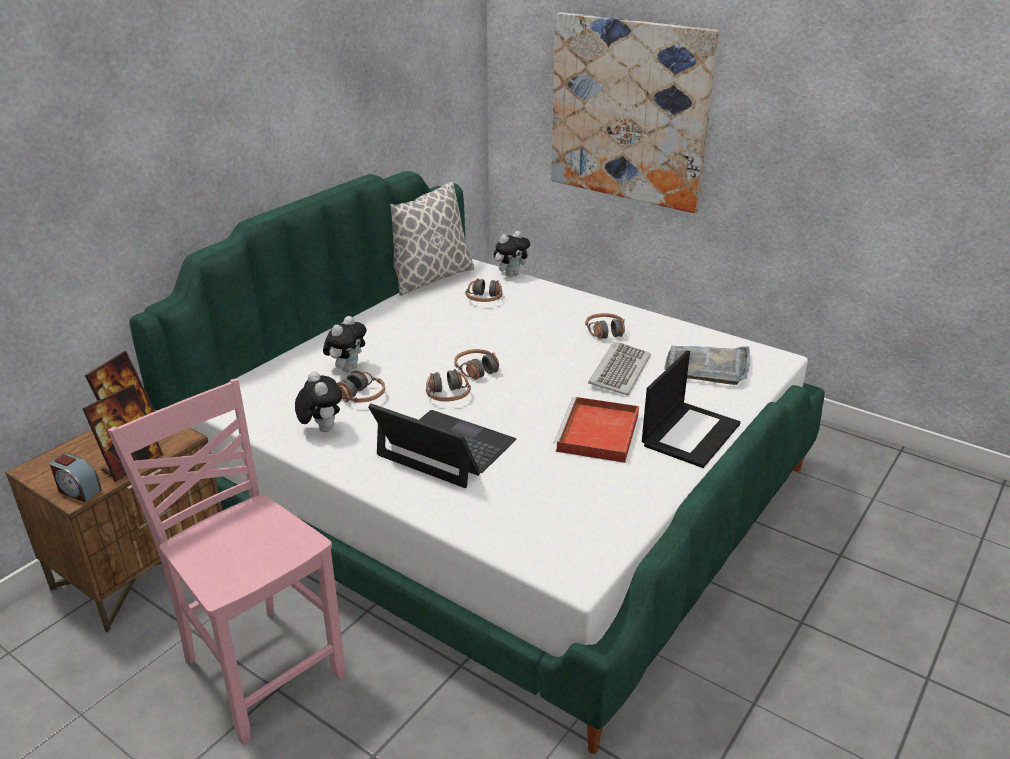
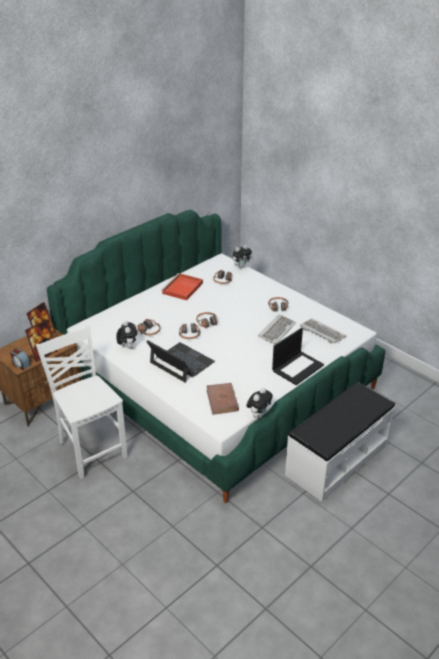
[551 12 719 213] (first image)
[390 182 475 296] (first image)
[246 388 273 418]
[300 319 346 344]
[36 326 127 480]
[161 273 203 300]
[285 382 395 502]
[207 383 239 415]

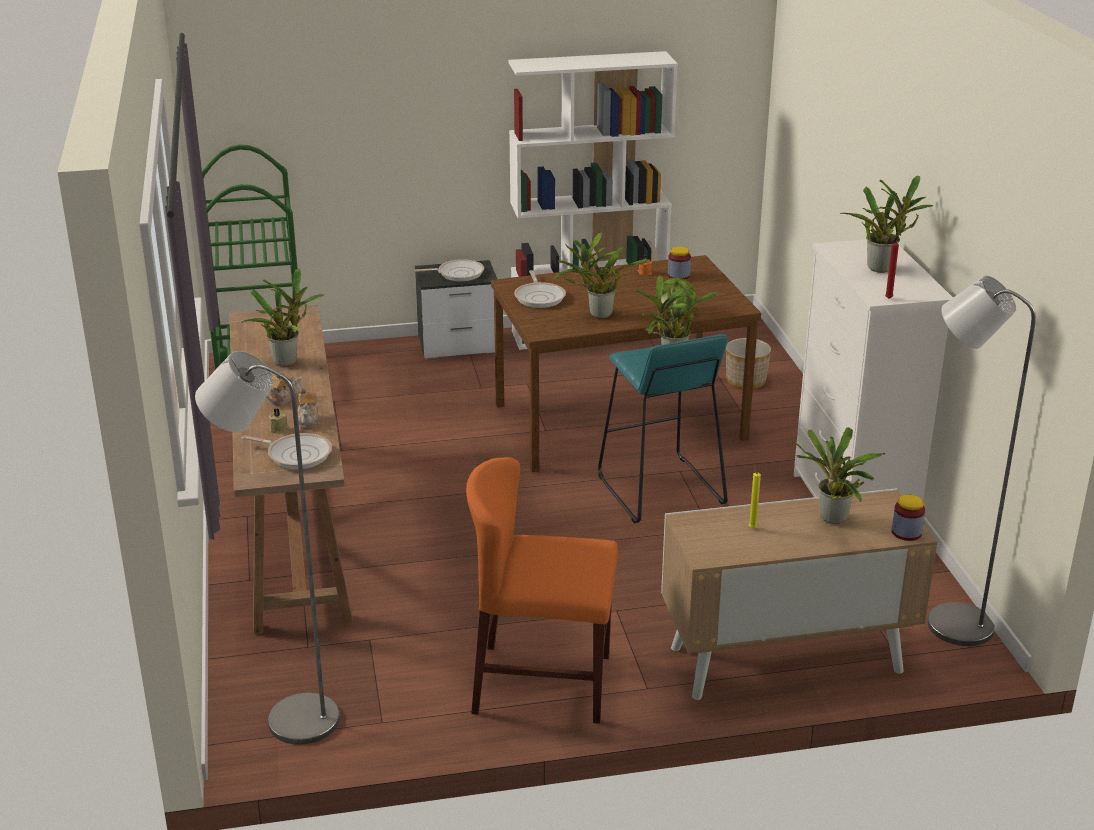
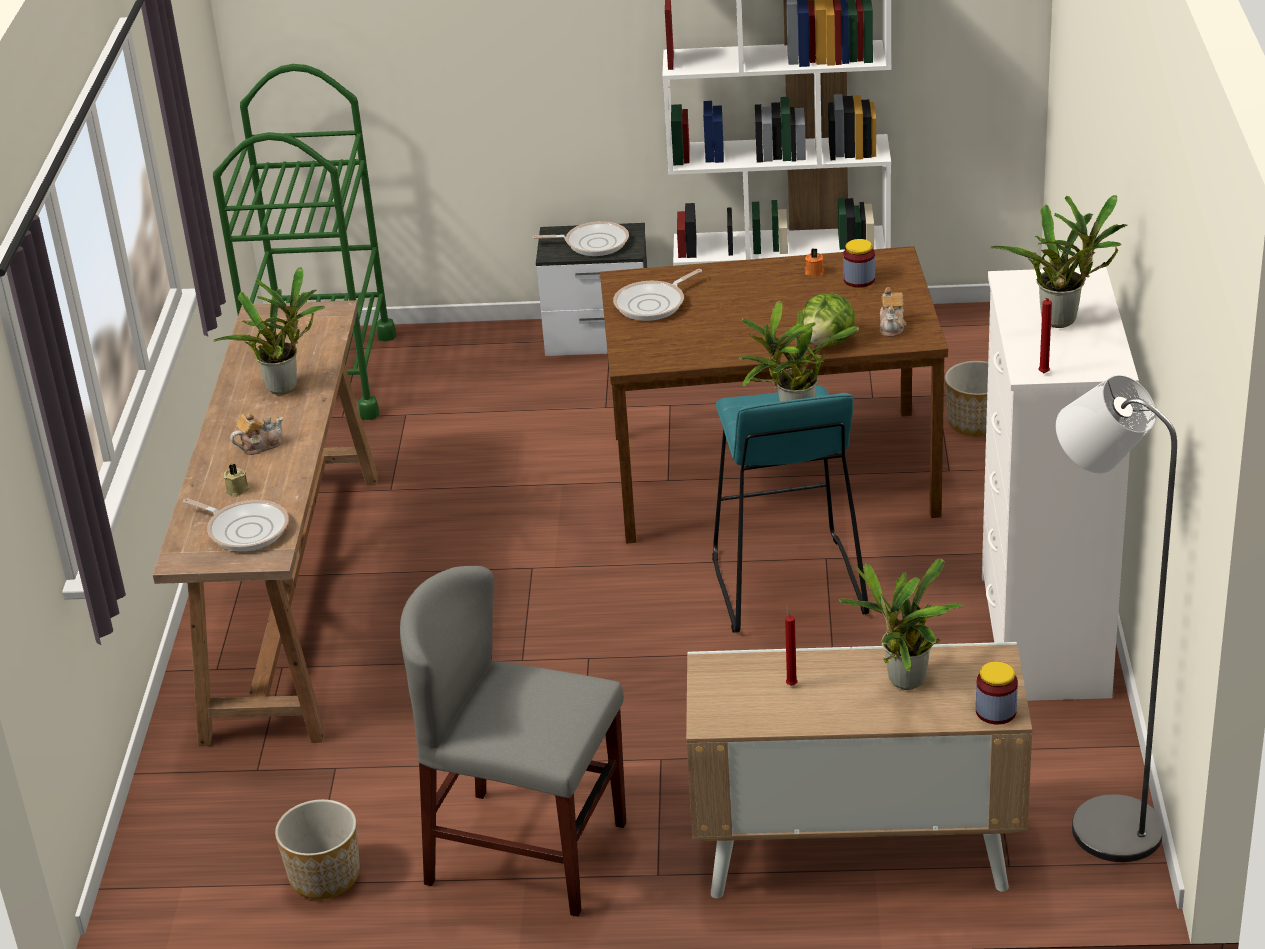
[553 233 649 319] (first image)
[613 269 702 321]
[195 351 340 745] (first image)
[880 287 906 337]
[400 566 626 917]
[785 605 798 686]
[275 799 360 899]

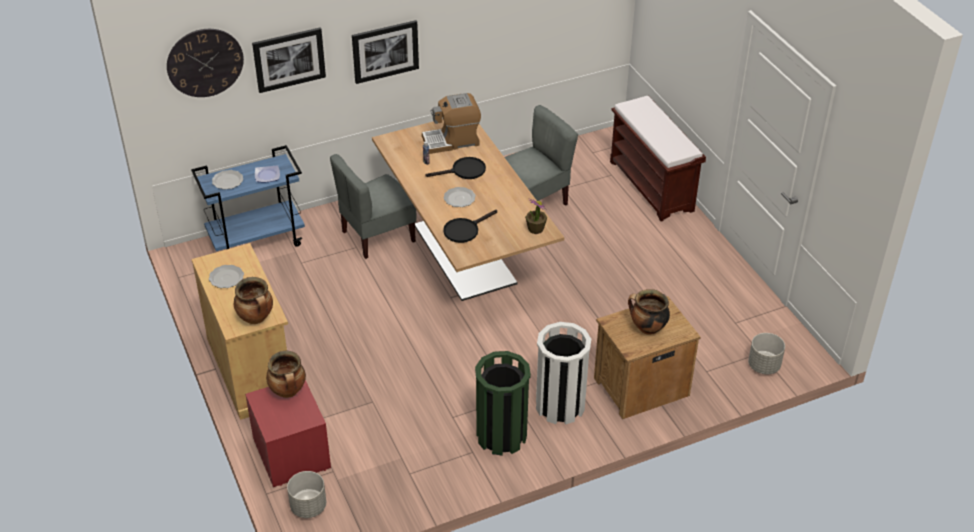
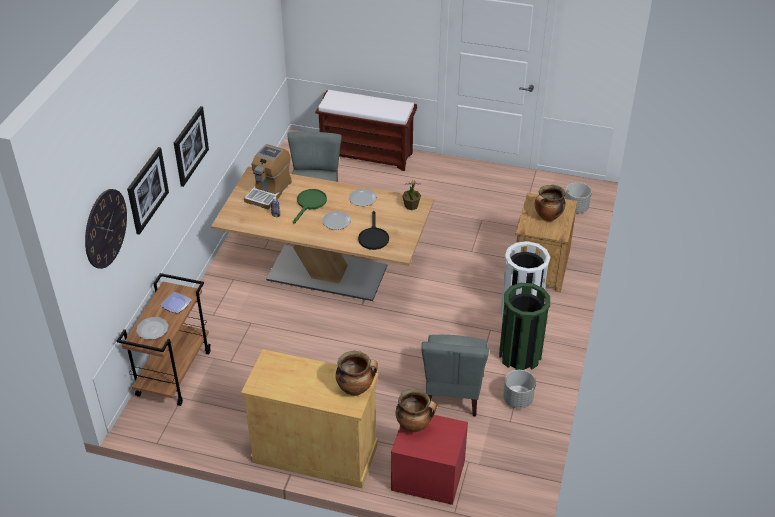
[117 273 211 406]
[421 335 489 417]
[292 189 327 224]
[349 189 377 206]
[503 370 536 409]

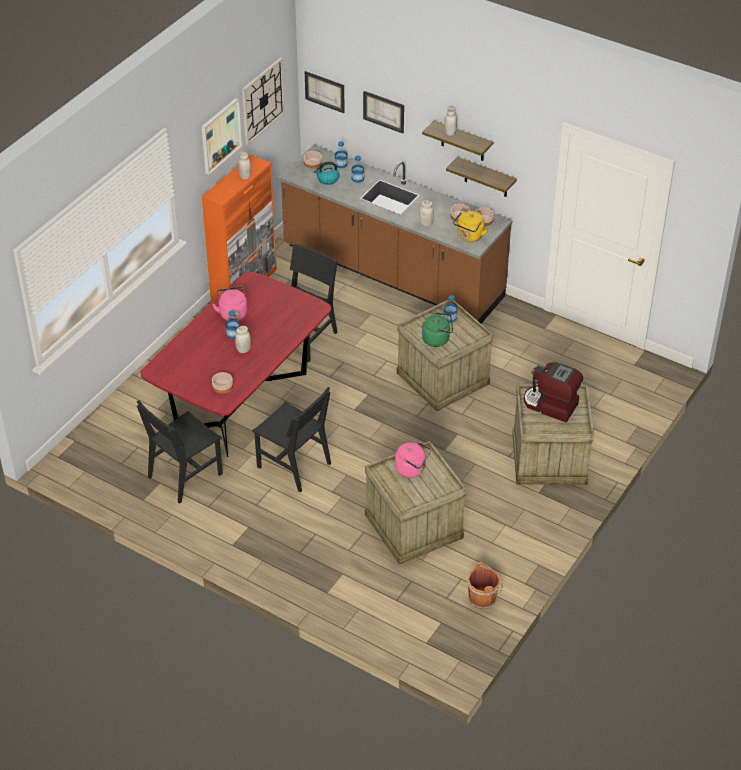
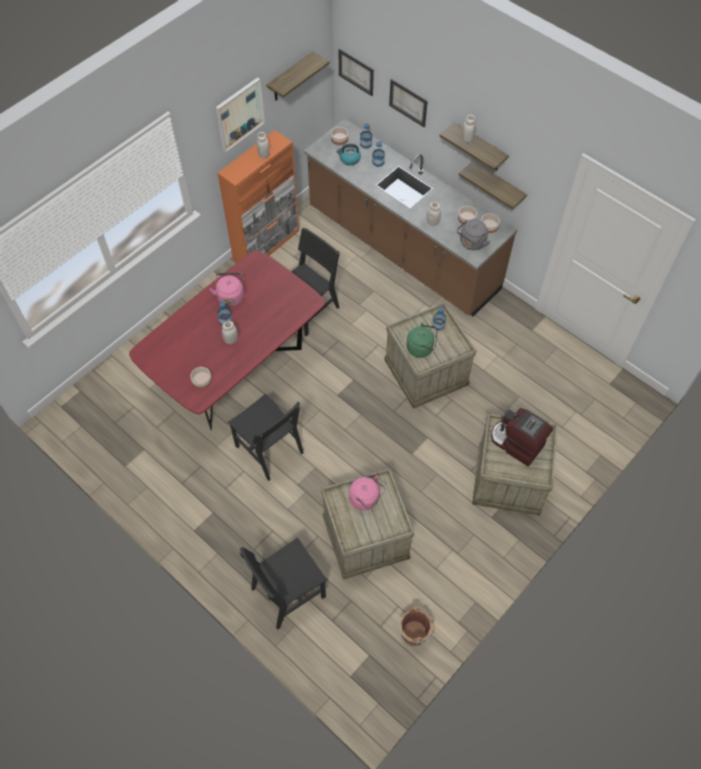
[267 51 330 100]
[457 219 490 250]
[239 537 327 629]

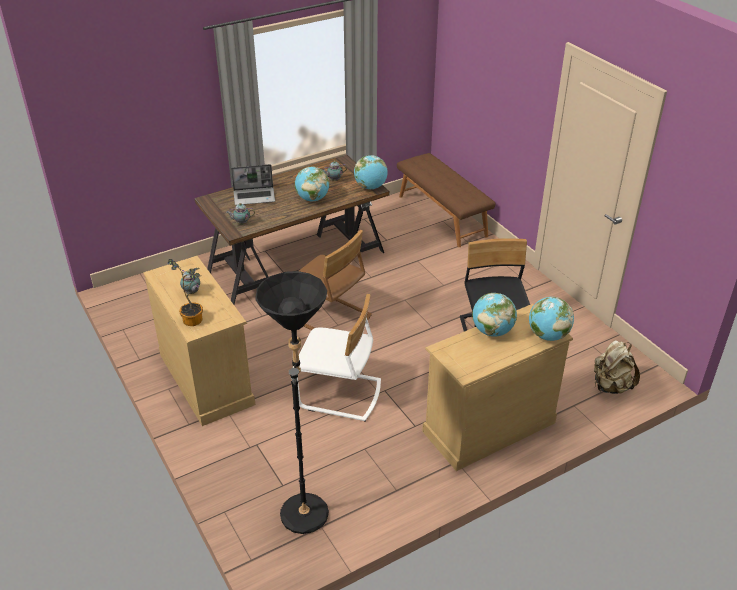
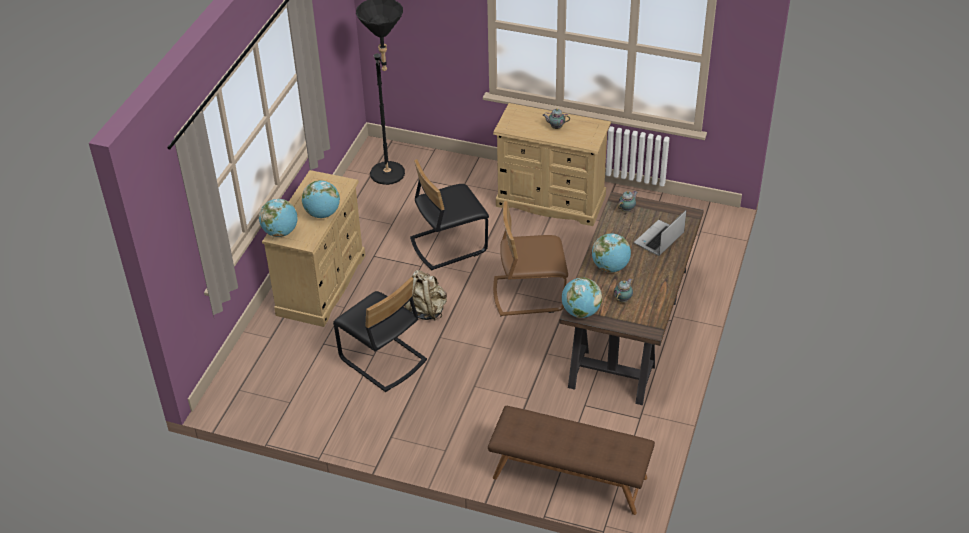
[168 259 203 326] (first image)
[410 159 489 271]
[404 270 447 320]

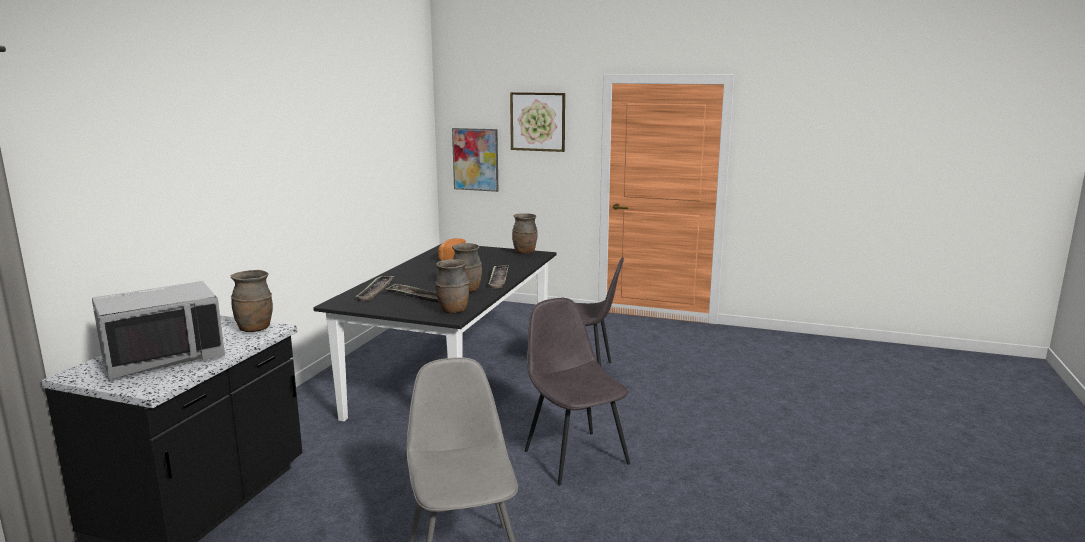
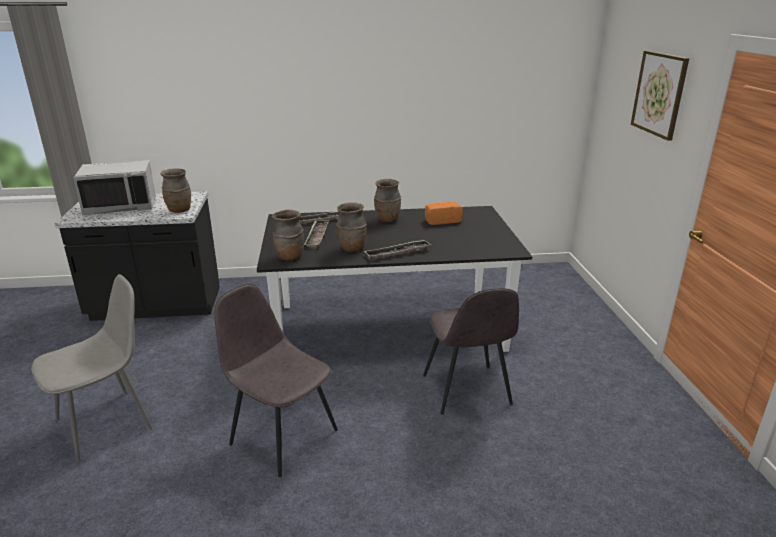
[452 128 498 192] (first image)
[374 179 401 223]
[73 160 156 215]
[214 284 338 477]

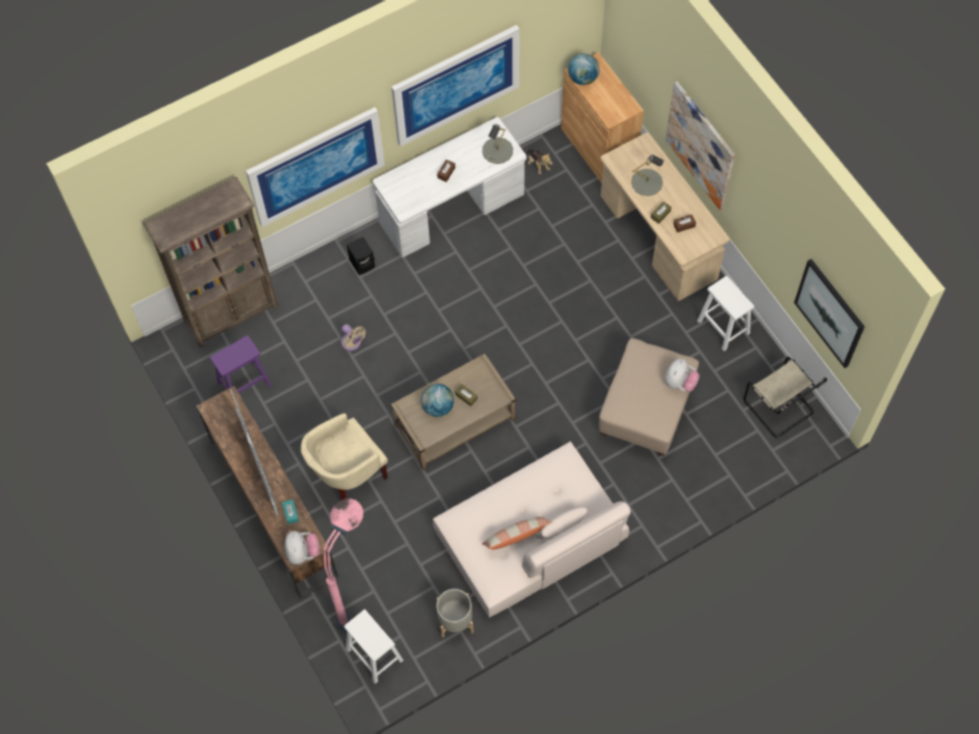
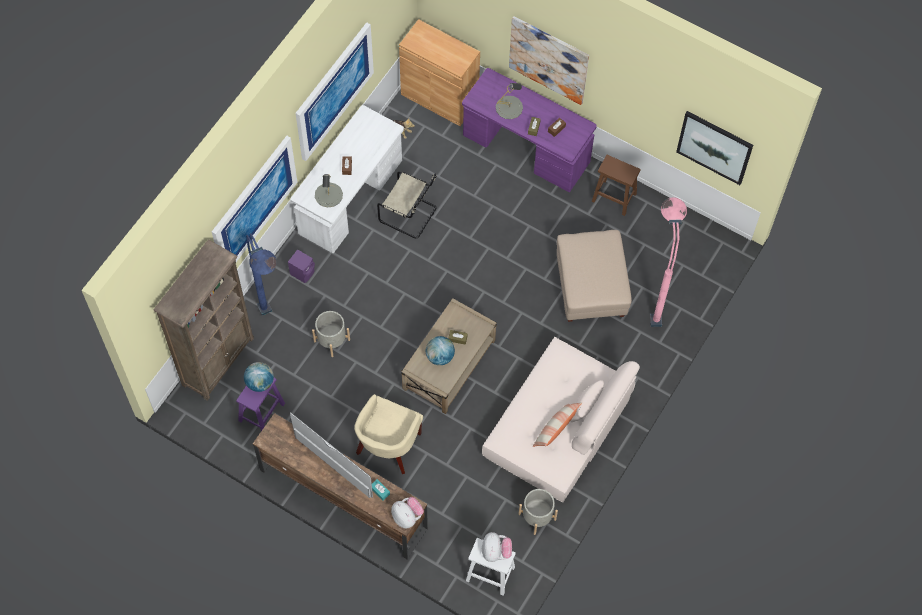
[244 362 274 392]
[315 174 343 207]
[462 68 597 192]
[288 249 315 283]
[592 155 641 216]
[312 311 350 357]
[377 171 437 238]
[482 532 512 562]
[650 197 687 327]
[246 233 277 315]

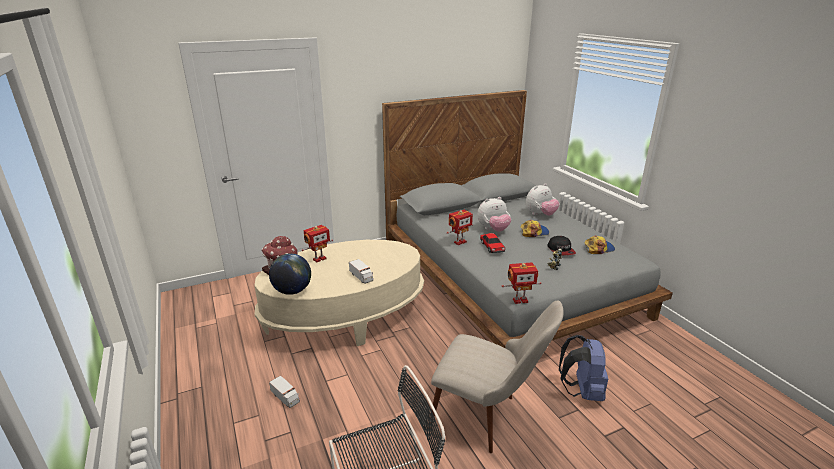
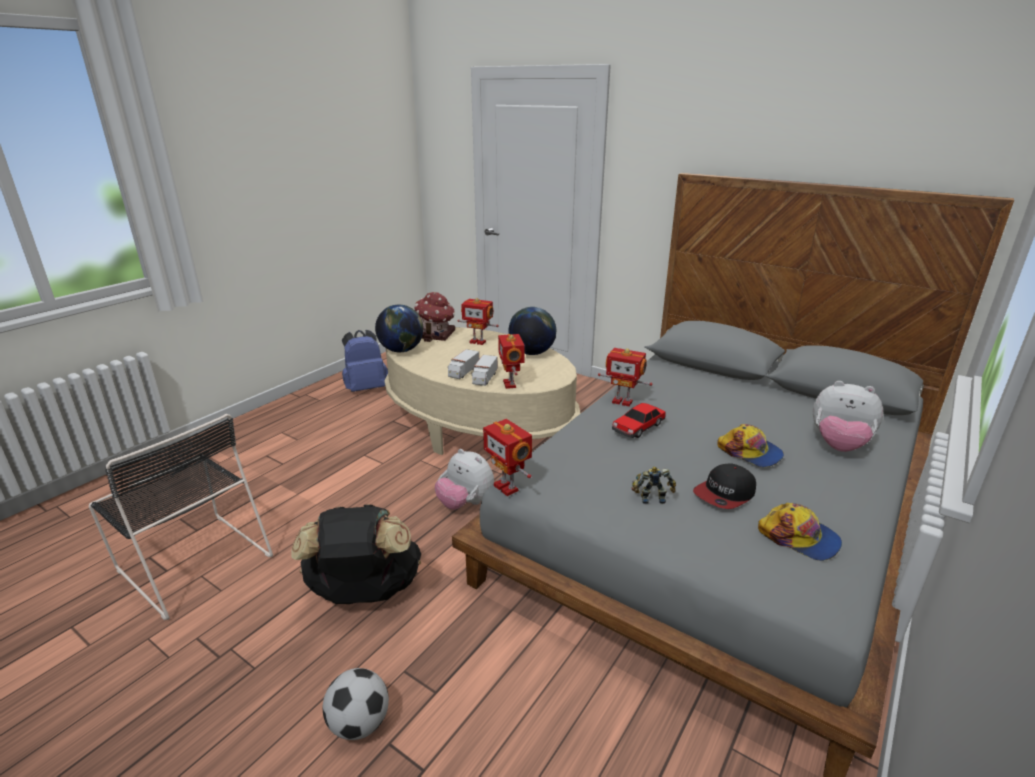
[435 449 494 510]
[292 504 421 604]
[342 330 388 392]
[472 355 498 386]
[508 307 556 355]
[498 334 525 389]
[323 668 389 740]

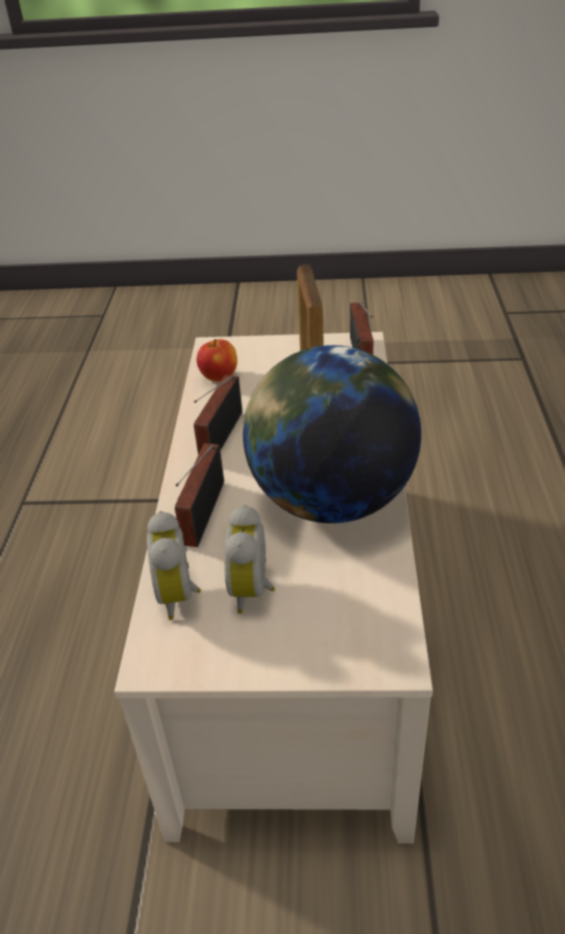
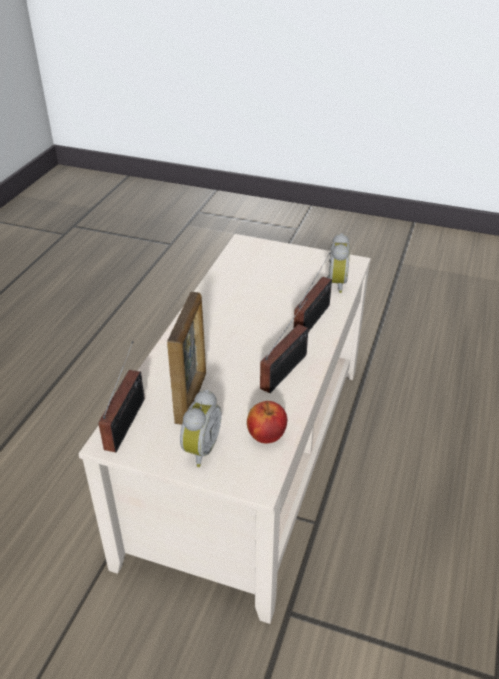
[243 345 421 523] (first image)
[180 390 222 467]

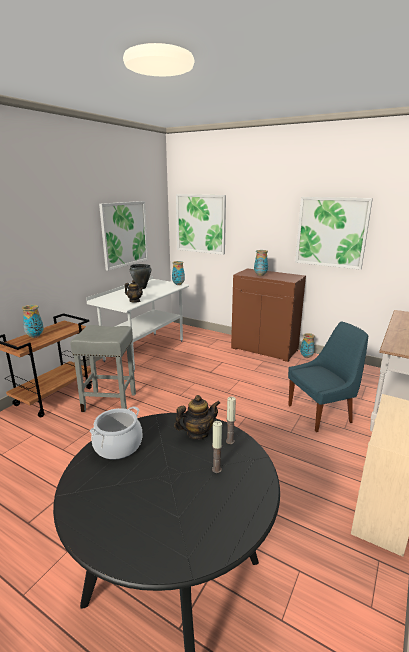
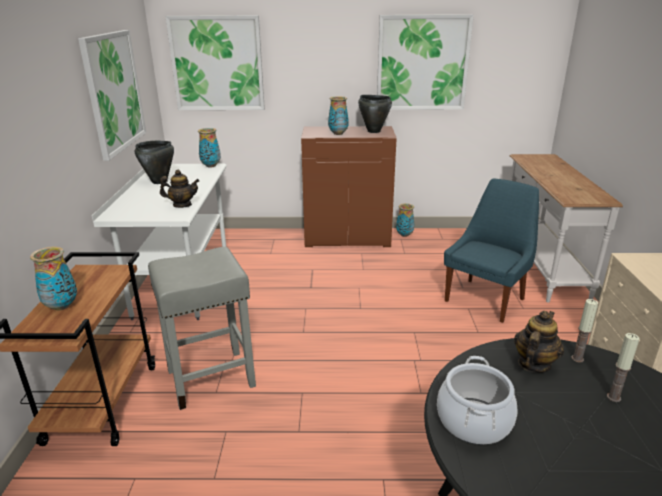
[358 95 392 133]

